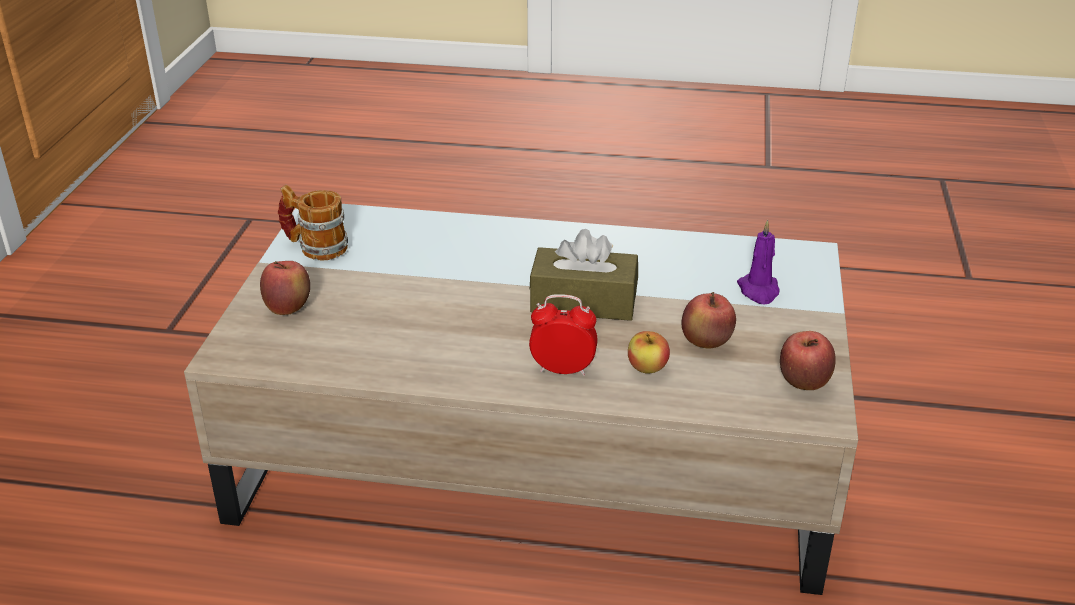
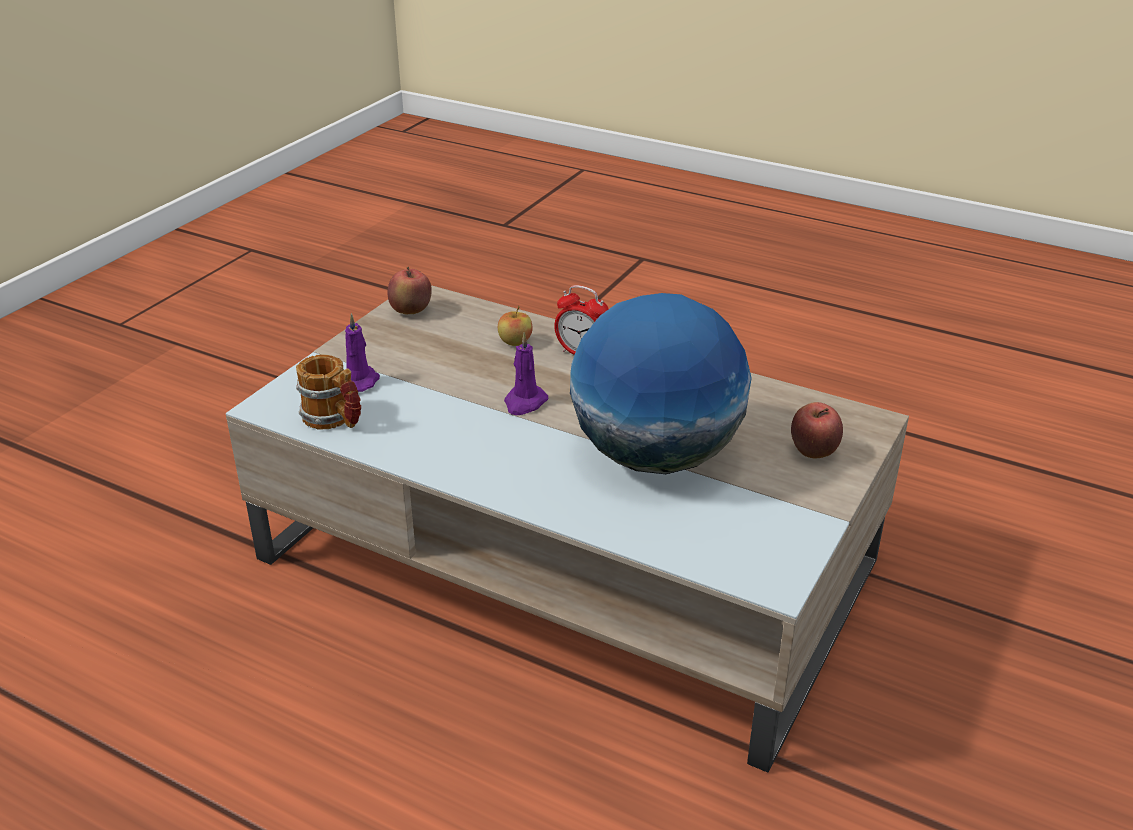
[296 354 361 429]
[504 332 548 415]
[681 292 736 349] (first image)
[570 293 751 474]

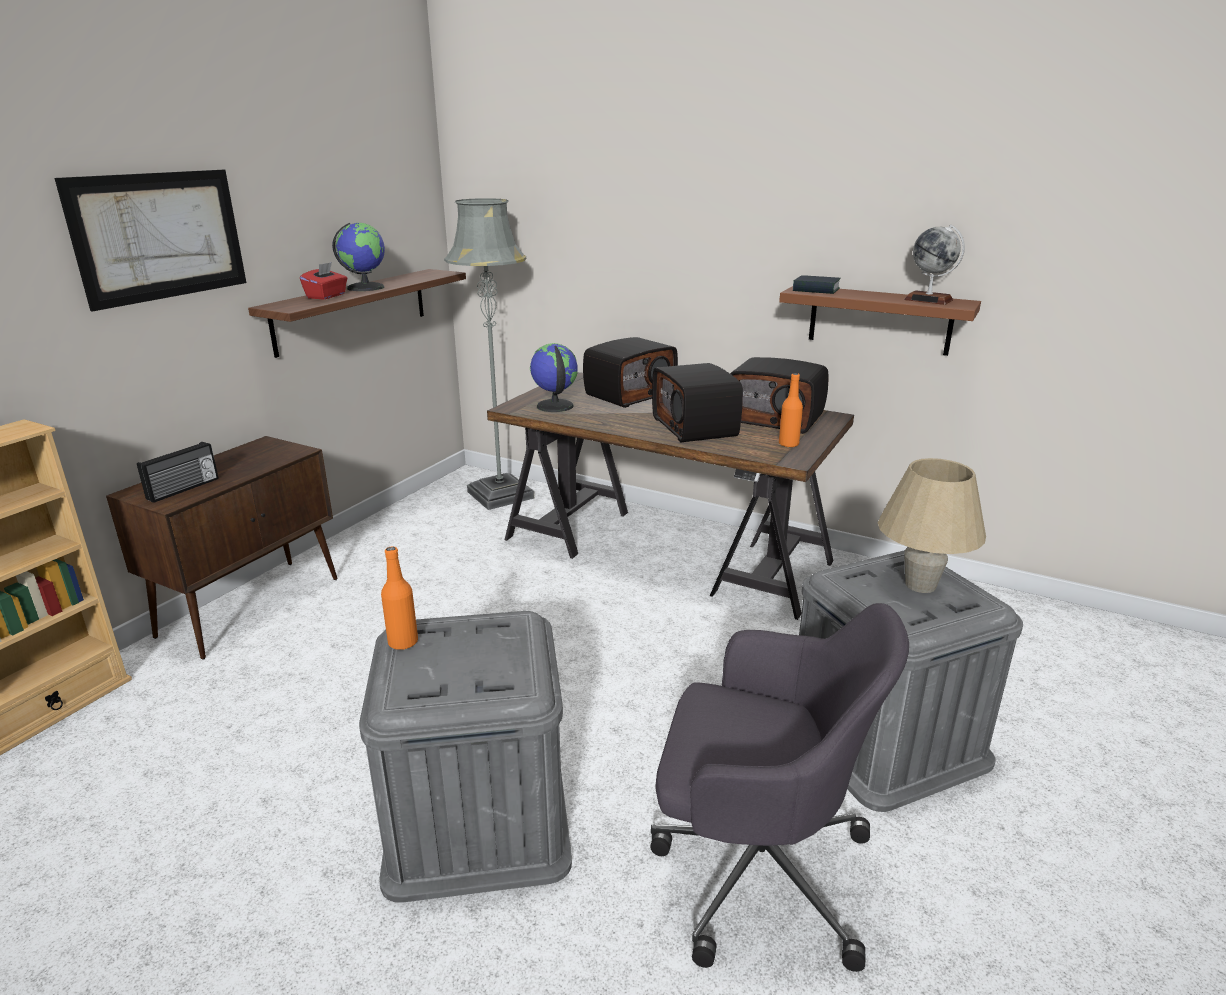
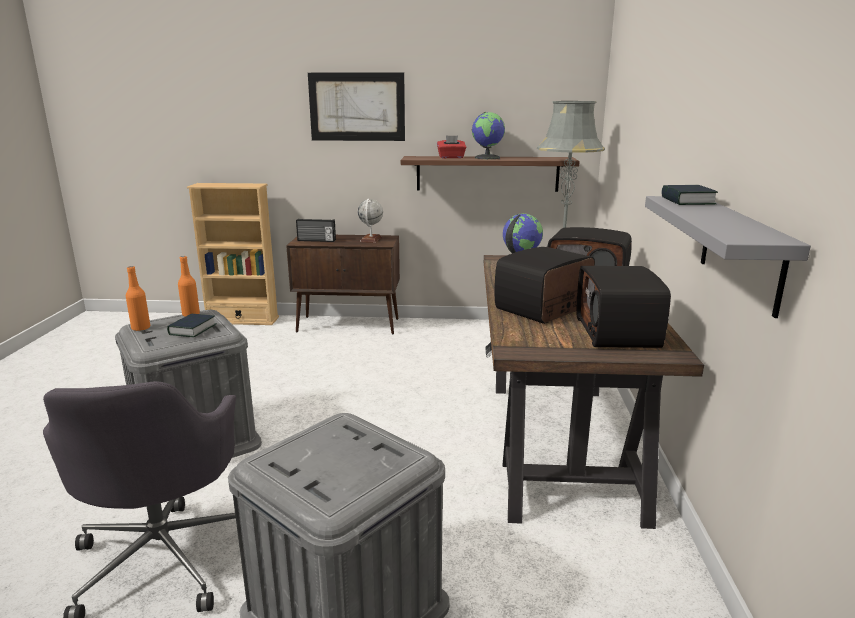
[358 199 383 243]
[645 196 811 318]
[126 266 150 331]
[877 458 986 593] (first image)
[167 313 216 337]

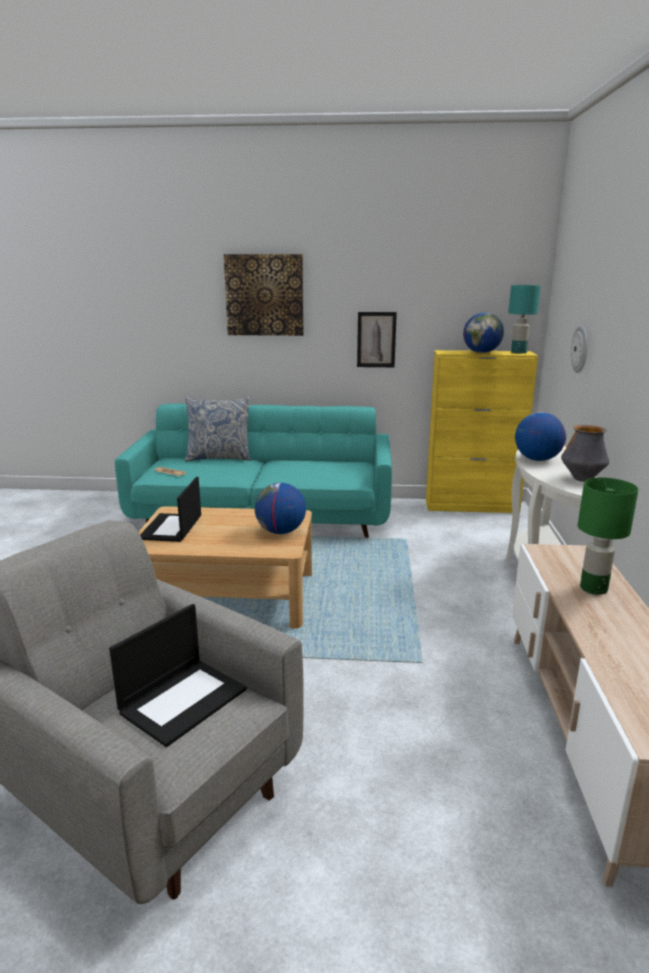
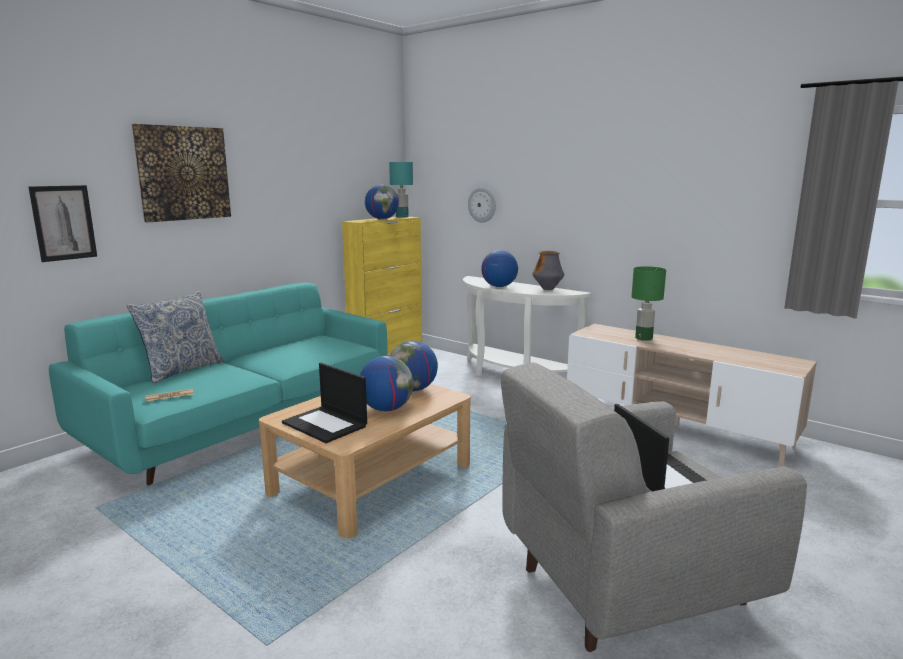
[28 185 97 262]
[360 356 414 411]

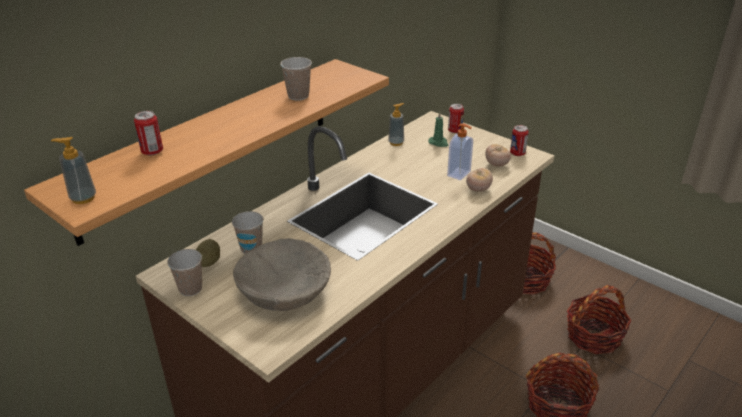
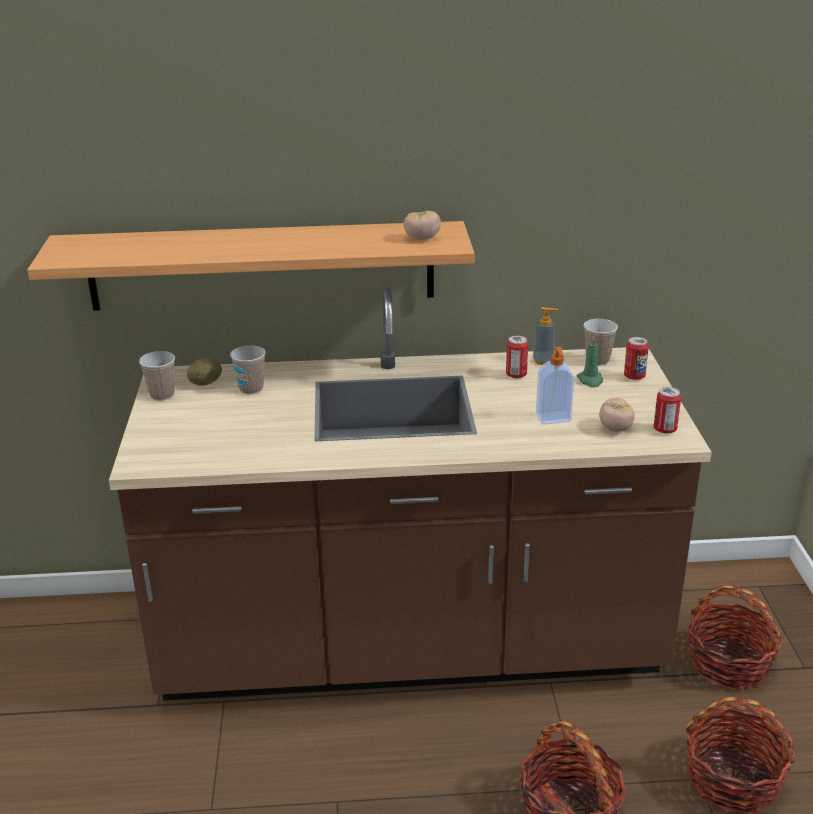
[584 319 618 366]
[506 336 528 379]
[51 137 96 204] (first image)
[404 211 441 240]
[233 238 331 311] (first image)

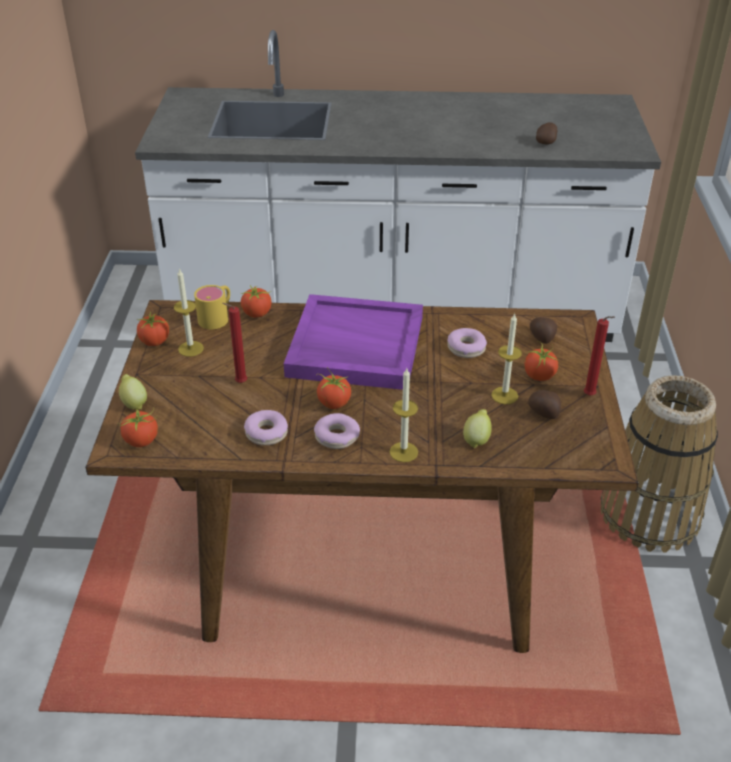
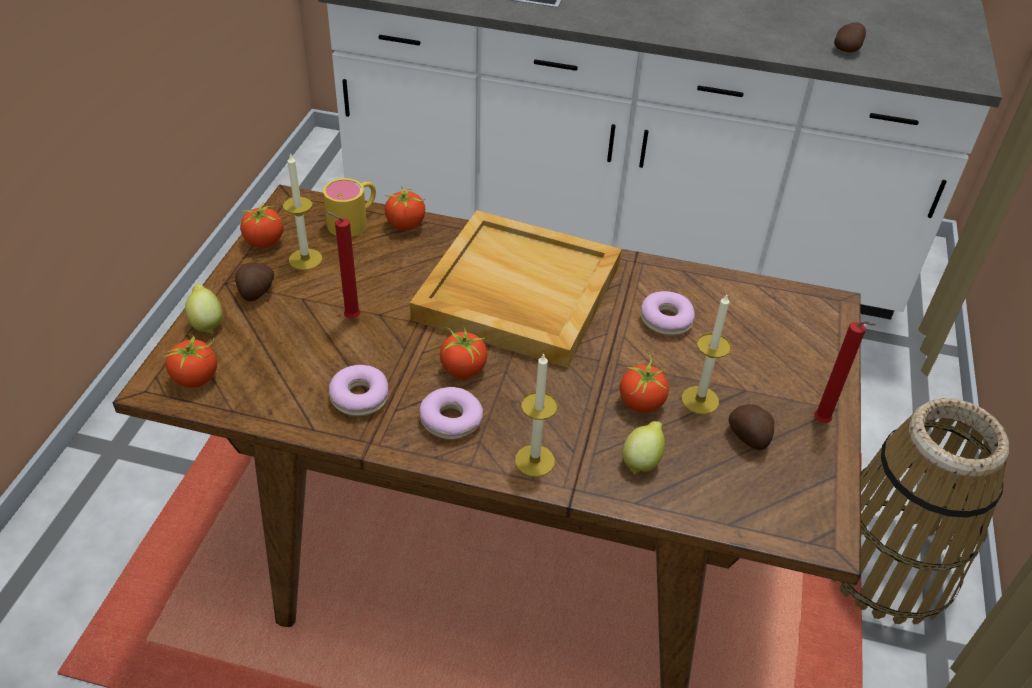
[410 210 622 368]
[235 263 274 301]
[620 354 669 413]

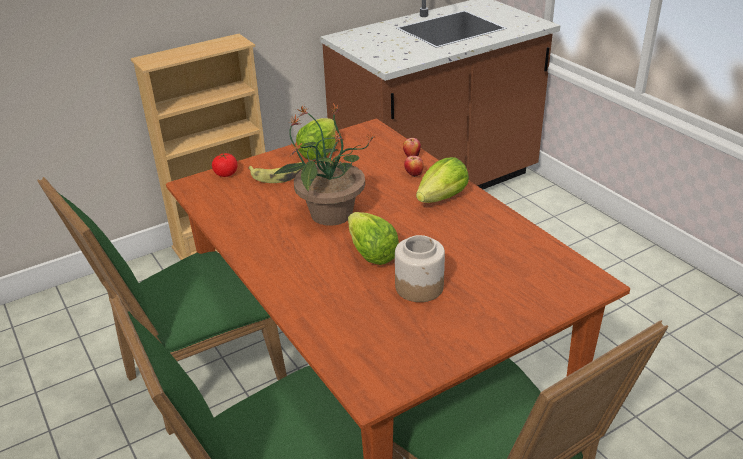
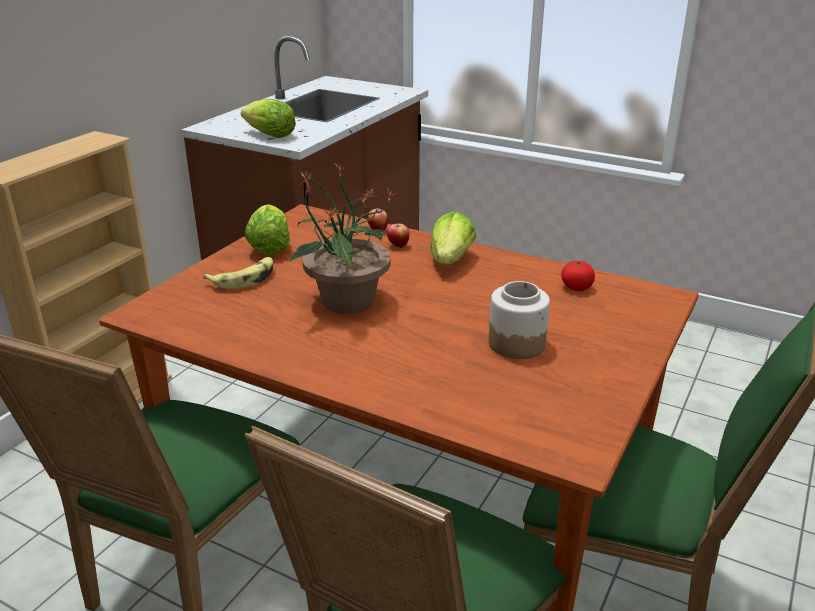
[561 260 595 291]
[241 99 296 138]

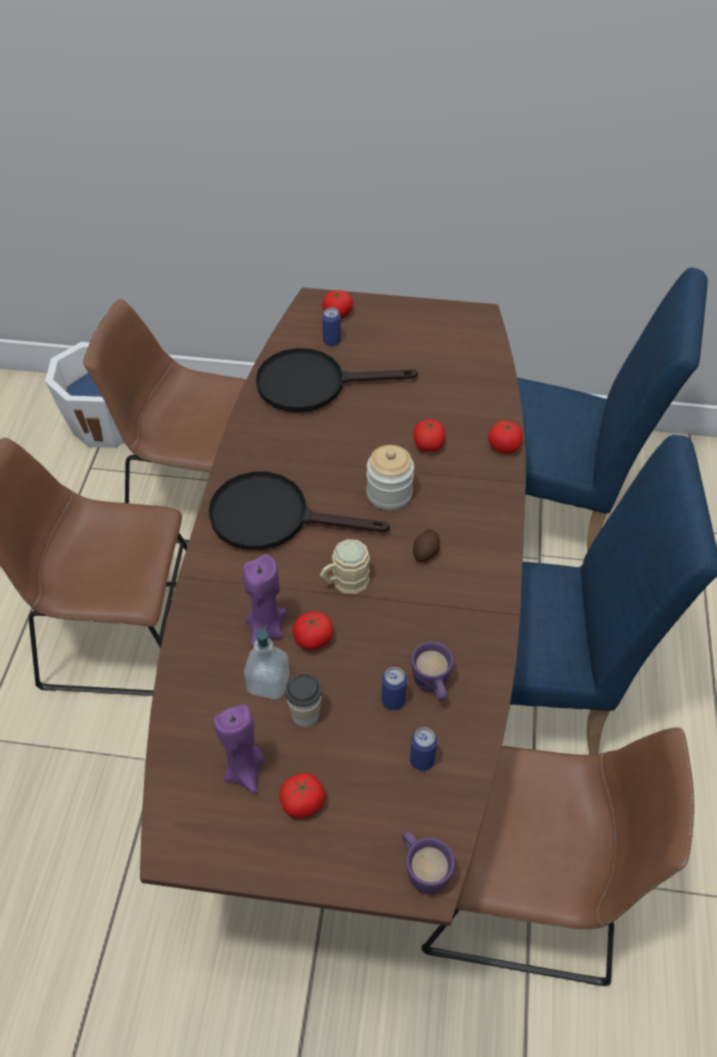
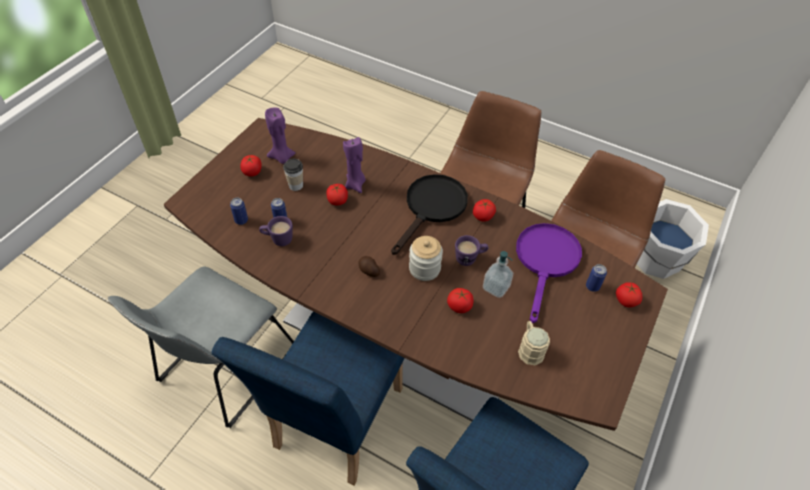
[516 223 582 323]
[473 199 496 222]
[518 321 550 365]
[483 251 513 298]
[108 266 294 428]
[455 235 489 266]

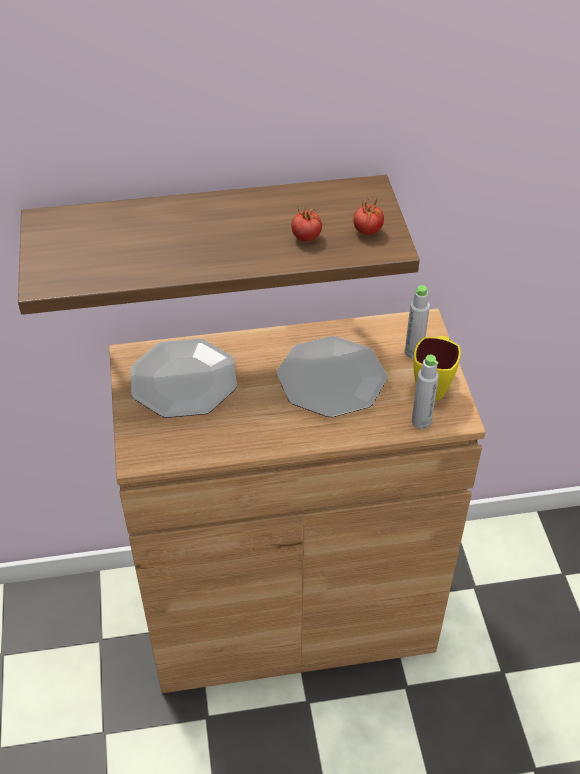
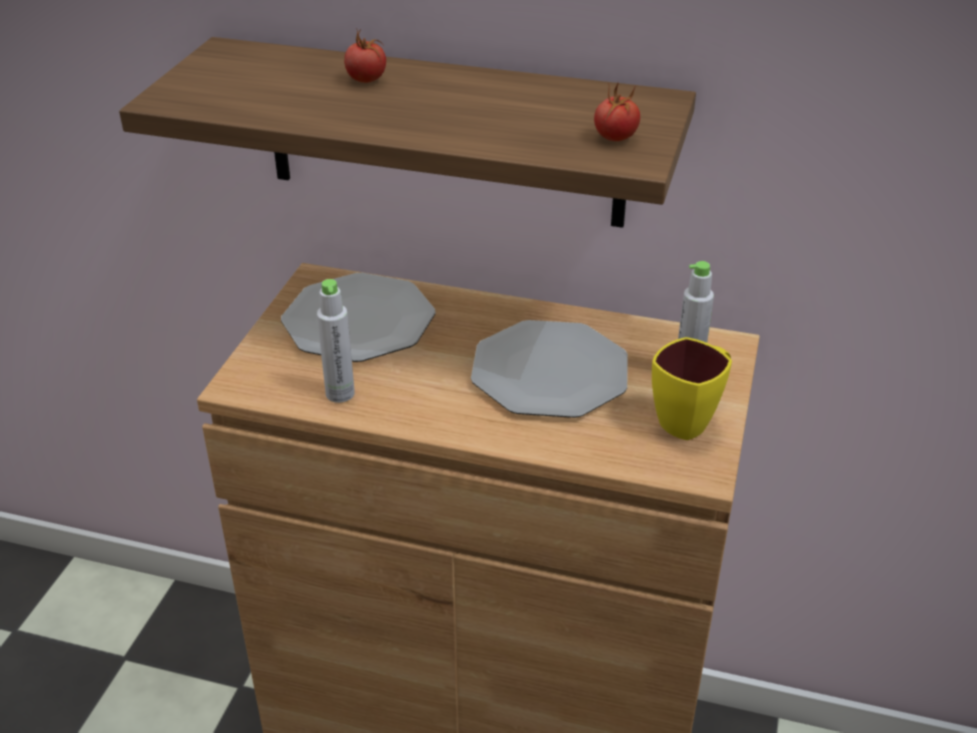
[344 28 386 83]
[317 279 355 403]

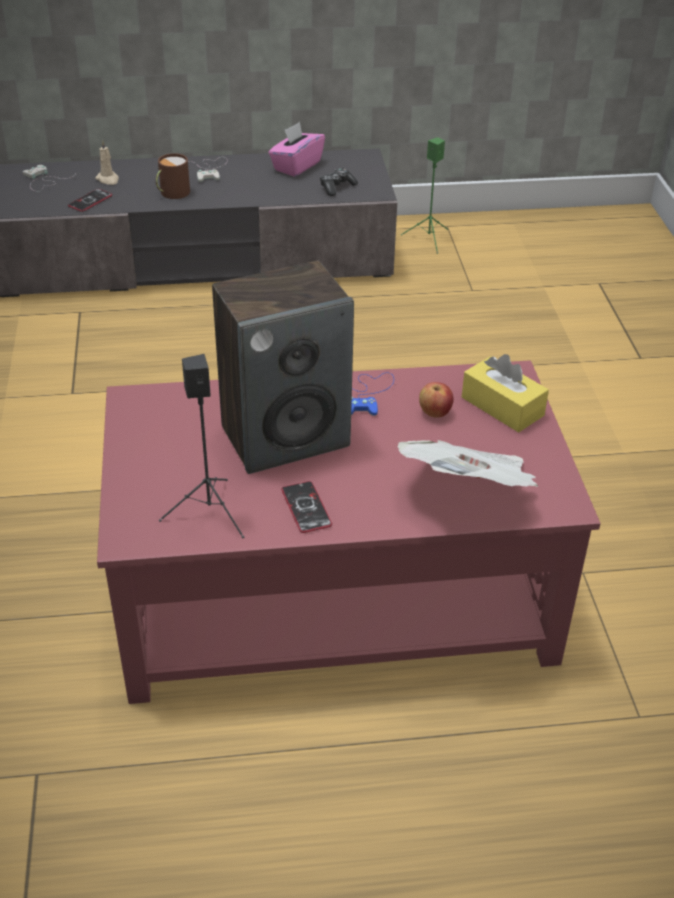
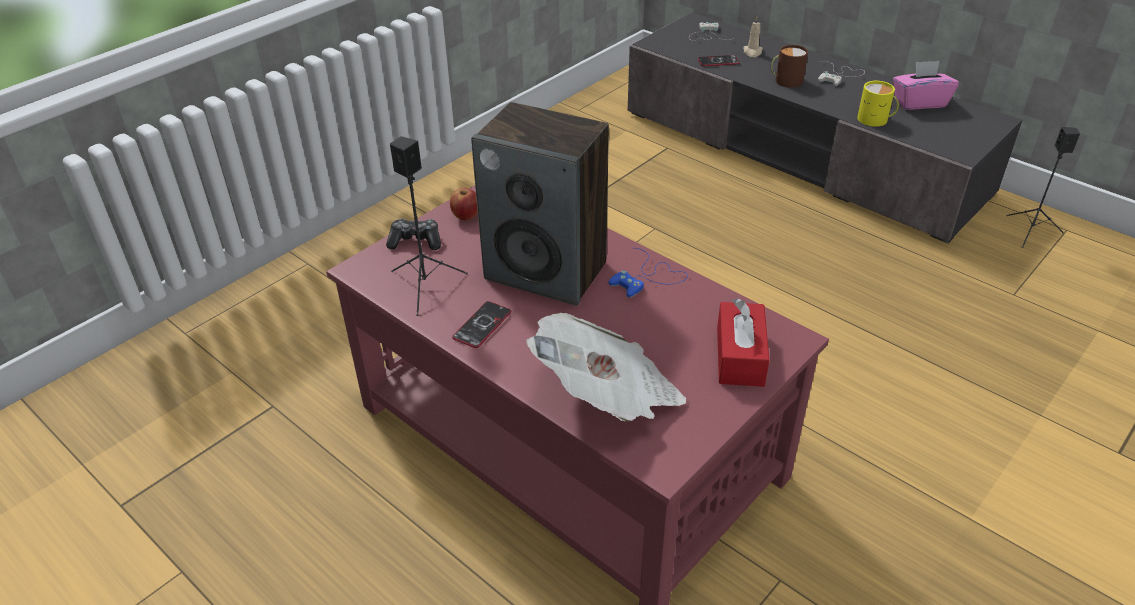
[1007 127 1080 248]
[386 219 441 250]
[717 298 769 387]
[450 188 478 221]
[857 81 899 127]

